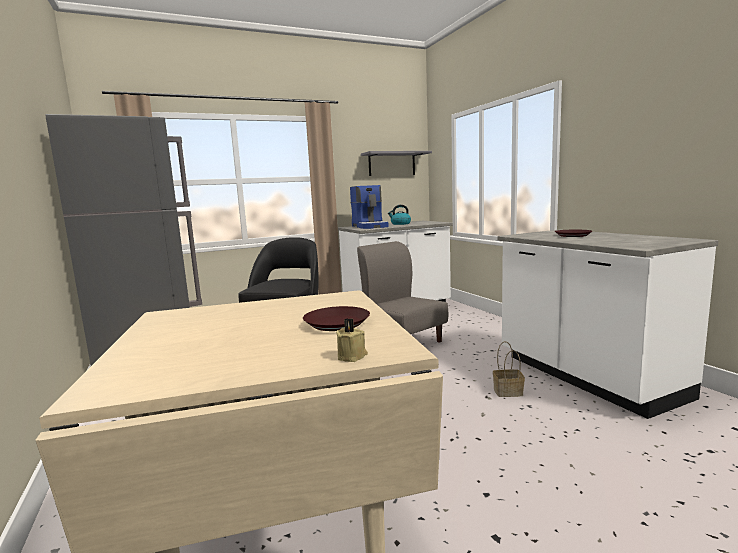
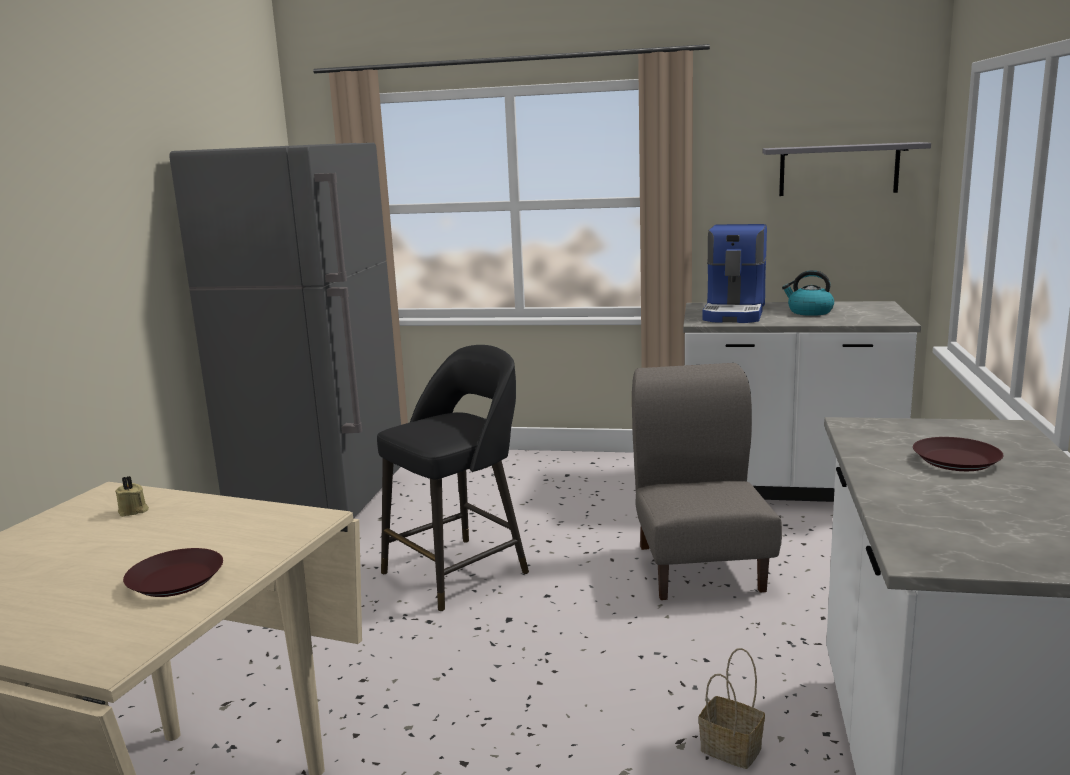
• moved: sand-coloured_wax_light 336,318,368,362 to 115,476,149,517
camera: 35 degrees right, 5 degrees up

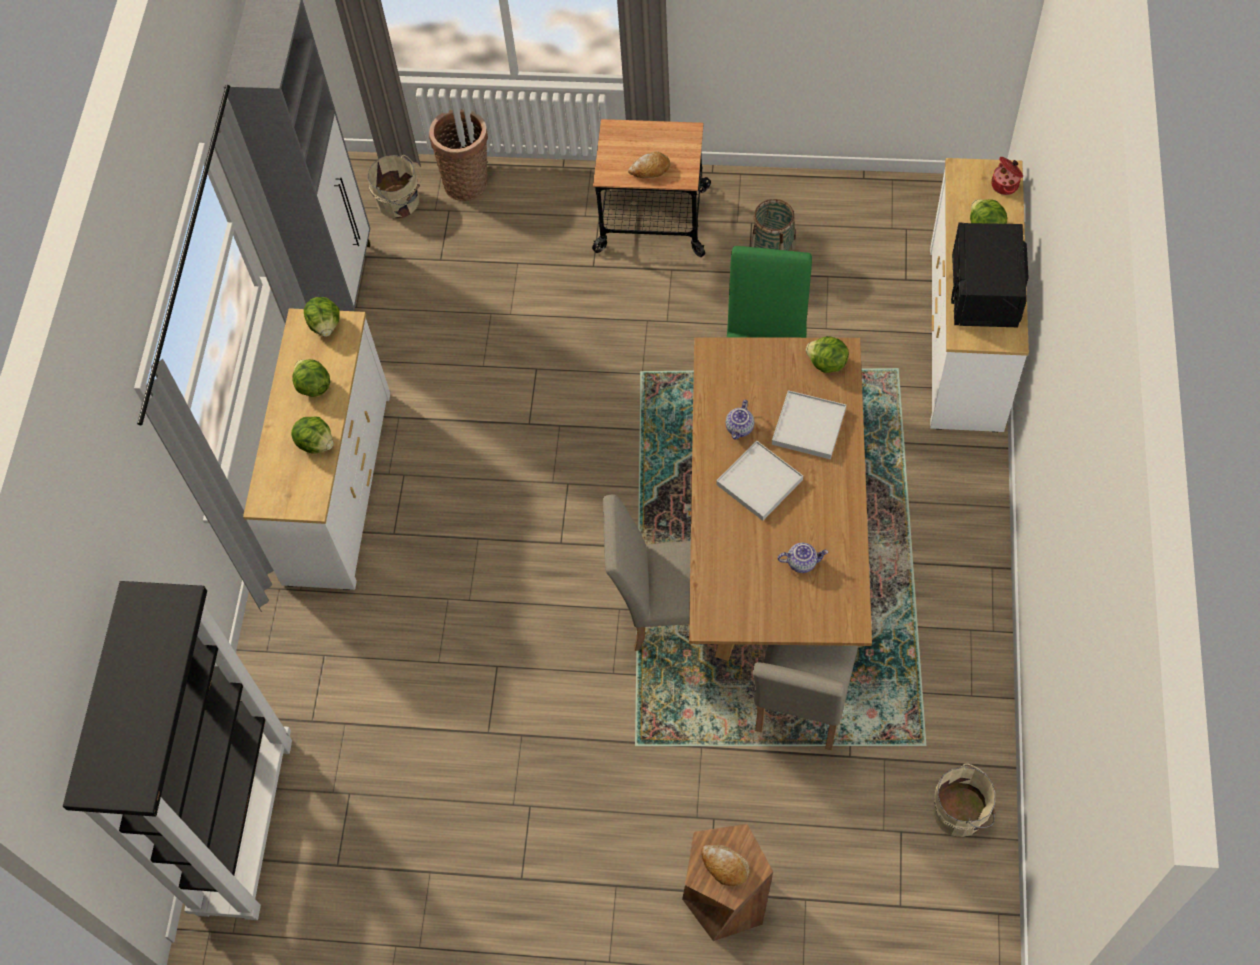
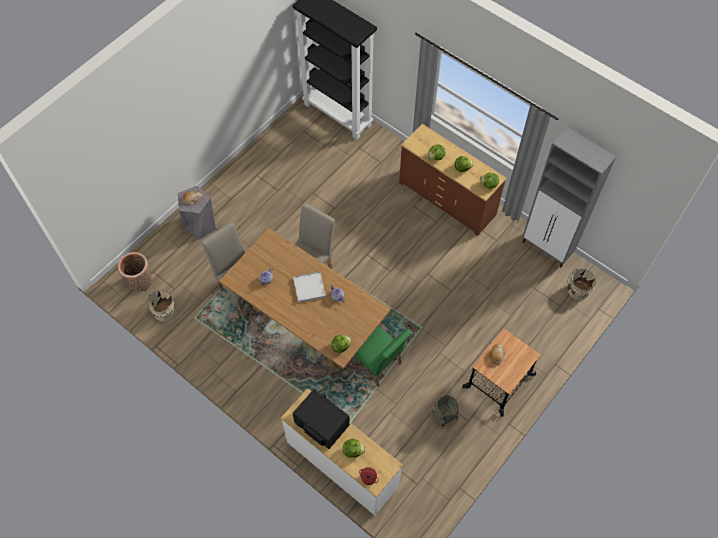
• moved: storage_basket 429,109,488,201 to 118,252,153,292
• recoloured: whitish_chest_of_drawers 243,308,390,590 to brownish_chest_of_drawers 399,124,507,236
• removed: whitish_serving_tray 772,390,846,459
• recoloured: brownish_stool_seat 682,824,773,941 to gray_stool_seat 178,186,216,240
camera: 120 degrees right, 0 degrees up

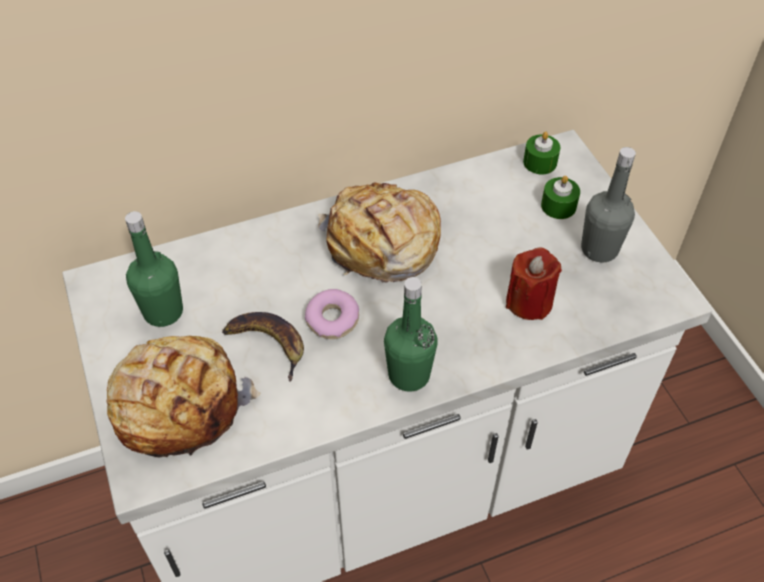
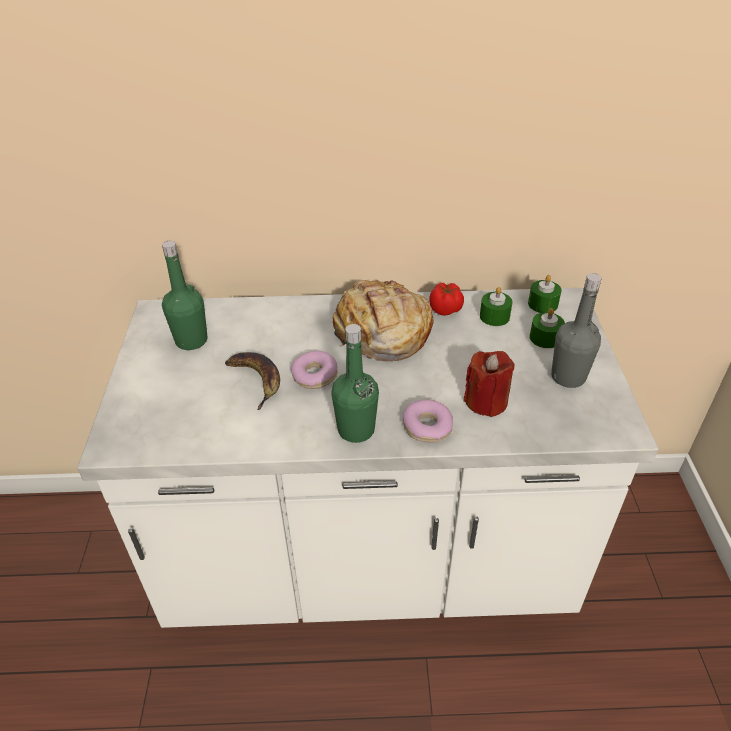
• removed: bread 106,336,260,458
• added: tomato 429,283,464,316
• added: green_wax_light 480,287,513,326
• added: donut 403,400,453,442
camera: 20 degrees right, 10 degrees down

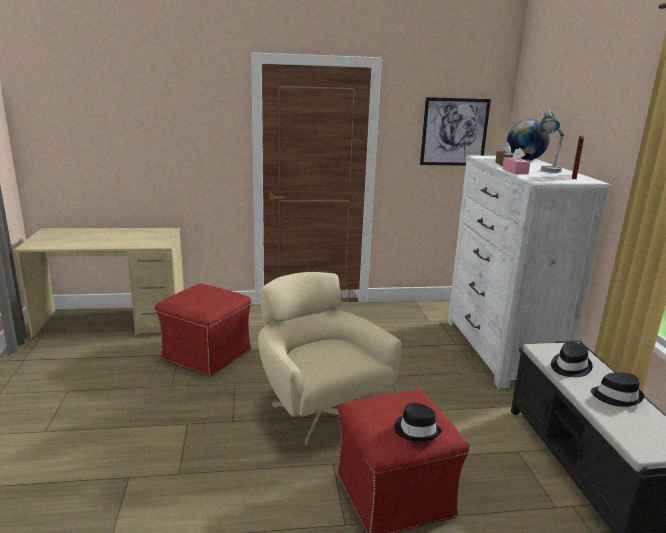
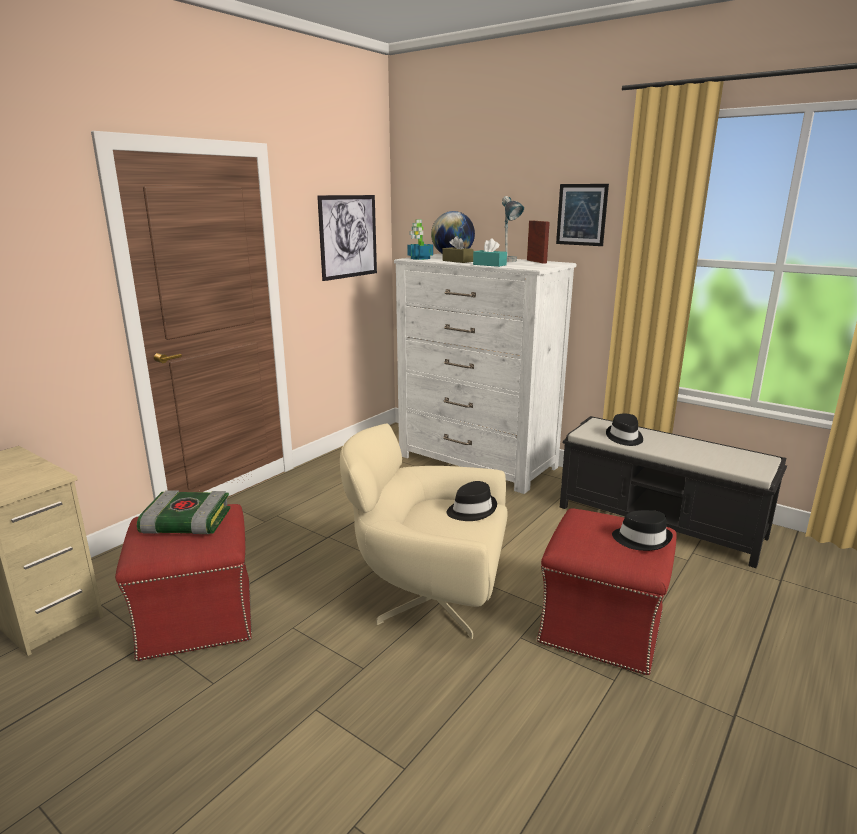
• recoloured: pink-coloured_box_of_tissues 502,148,530,174 to blue-green_box_of_tissues 473,238,507,267
• moved: black-coloured_hat 591,373,644,407 to 447,481,497,521
• added: picture 556,184,609,246
• added: potted_plant 407,219,433,260
• added: book 137,490,230,534
camera: 45 degrees left, 0 degrees up

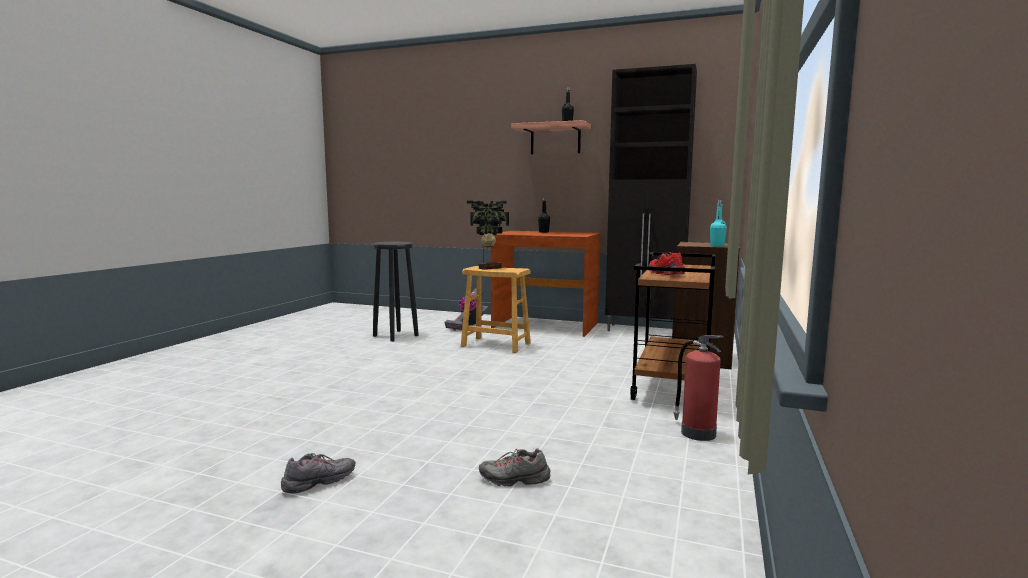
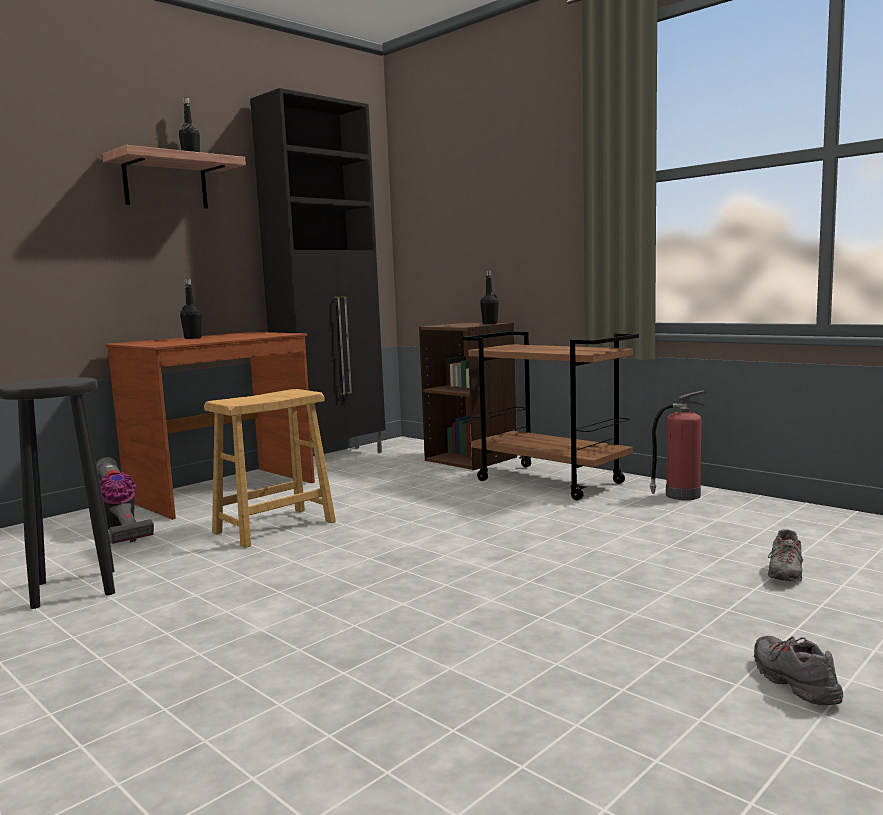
• recoloured: blue-green_bottle 710,200,727,247 to black-coloured_bottle 480,271,499,324
• removed: potted_plant 467,201,509,270
• removed: reddish_item_of_footwear 649,252,685,275
camera: 65 degrees left, 0 degrees up

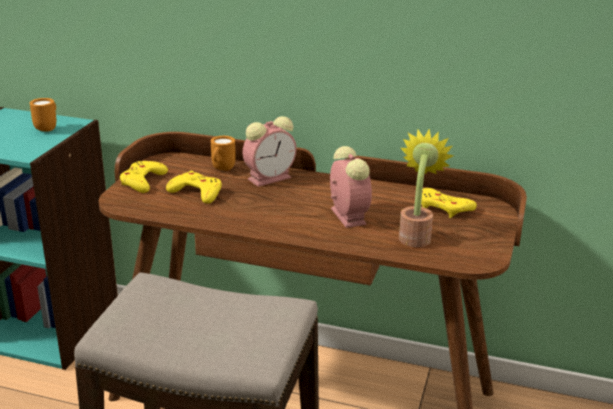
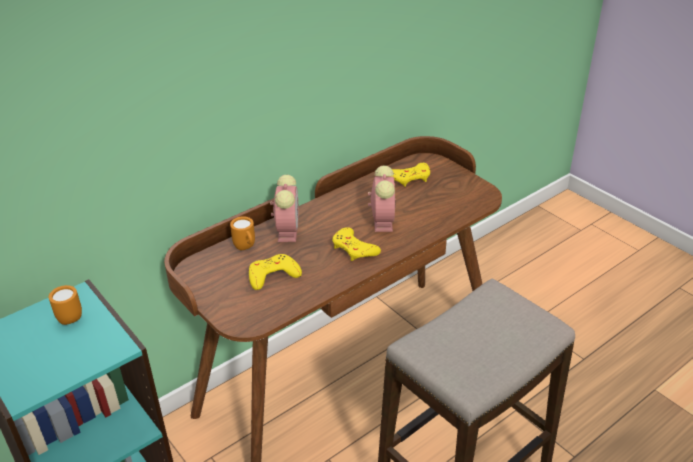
• removed: potted_plant 399,128,454,247
• turned: bedside_clock 330,146,372,228 = 368,165,396,232 75 degrees clockwise
• moved: yellowish_gamepad 120,161,168,193 to 332,227,381,261
camera: 55 degrees left, 10 degrees up

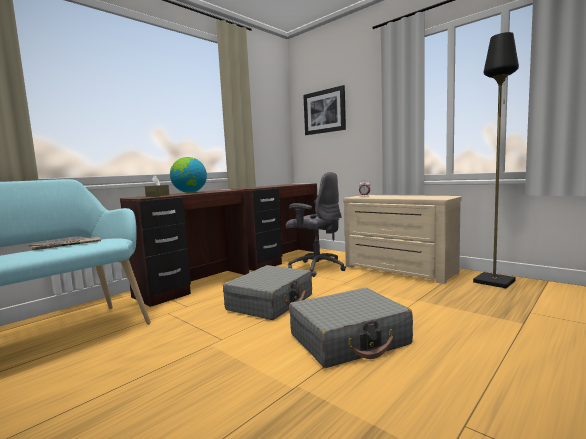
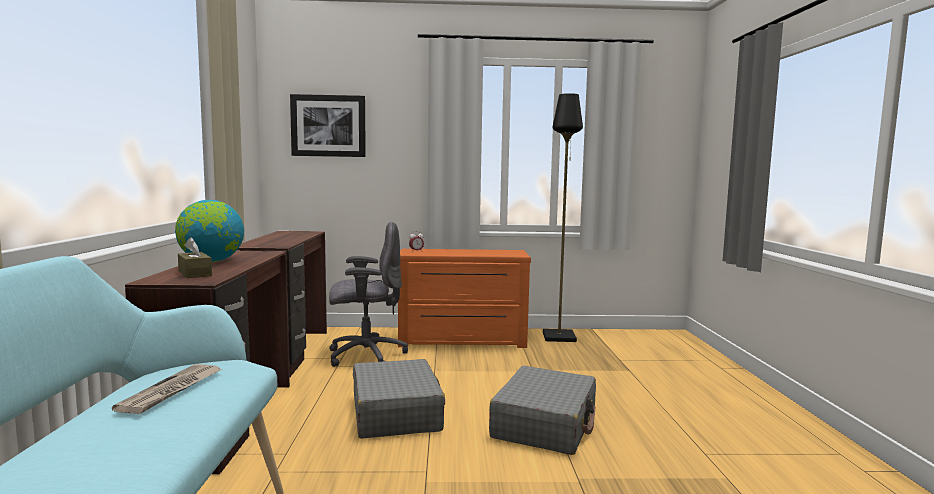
• recoloured: sand-coloured_chest_of_drawers 343,195,462,284 to orange-coloured_chest_of_drawers 398,249,531,348
camera: 45 degrees left, 0 degrees up

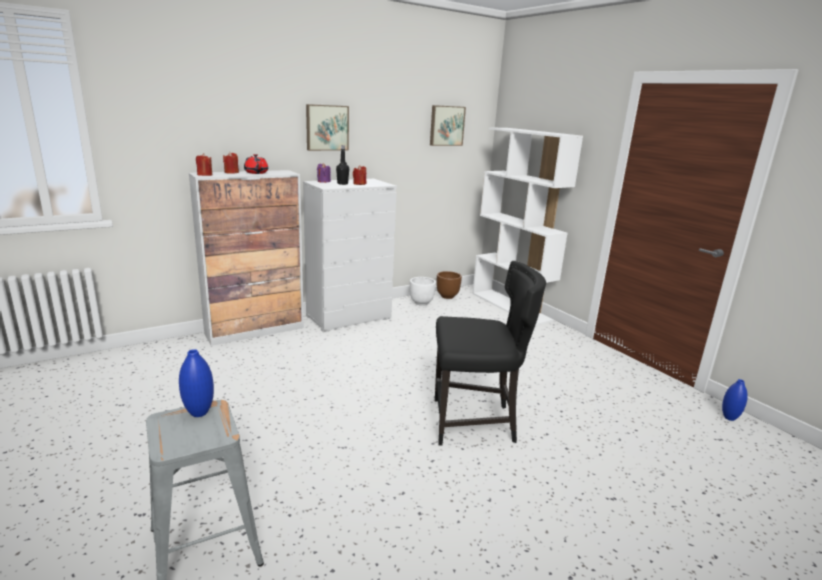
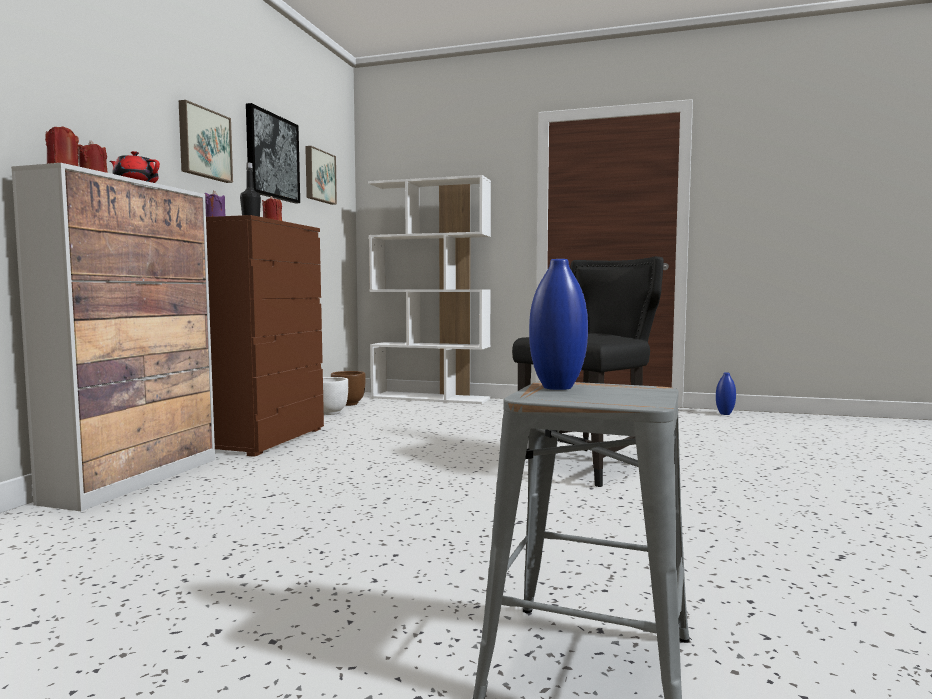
• recoloured: whitish_chest_of_drawers 303,179,397,332 to brownish_chest_of_drawers 206,215,324,457
• added: picture 246,103,300,203
camera: 40 degrees left, 15 degrees down

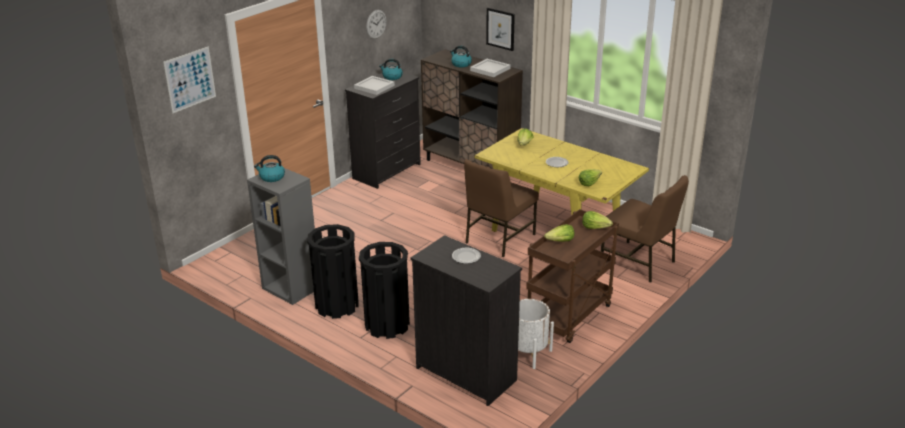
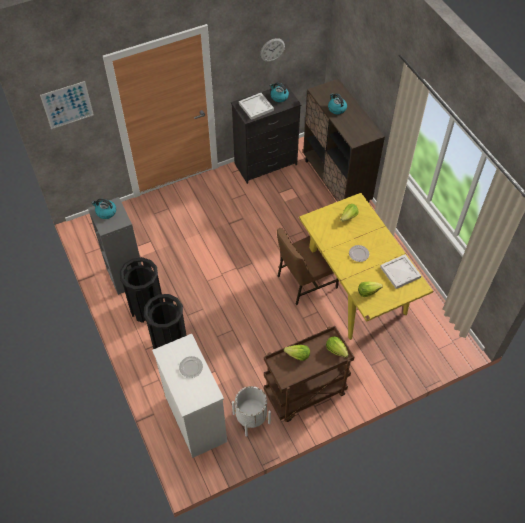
• removed: picture 486,8,515,51
• moved: whitish_serving_tray 470,59,511,77 to 380,254,421,289
• removed: brownish_upright_chair 601,175,689,283
• recoloured: black-coloured_chest_of_drawers 410,235,522,406 to whitish_chest_of_drawers 152,334,227,458
camera: 25 degrees right, 25 degrees up

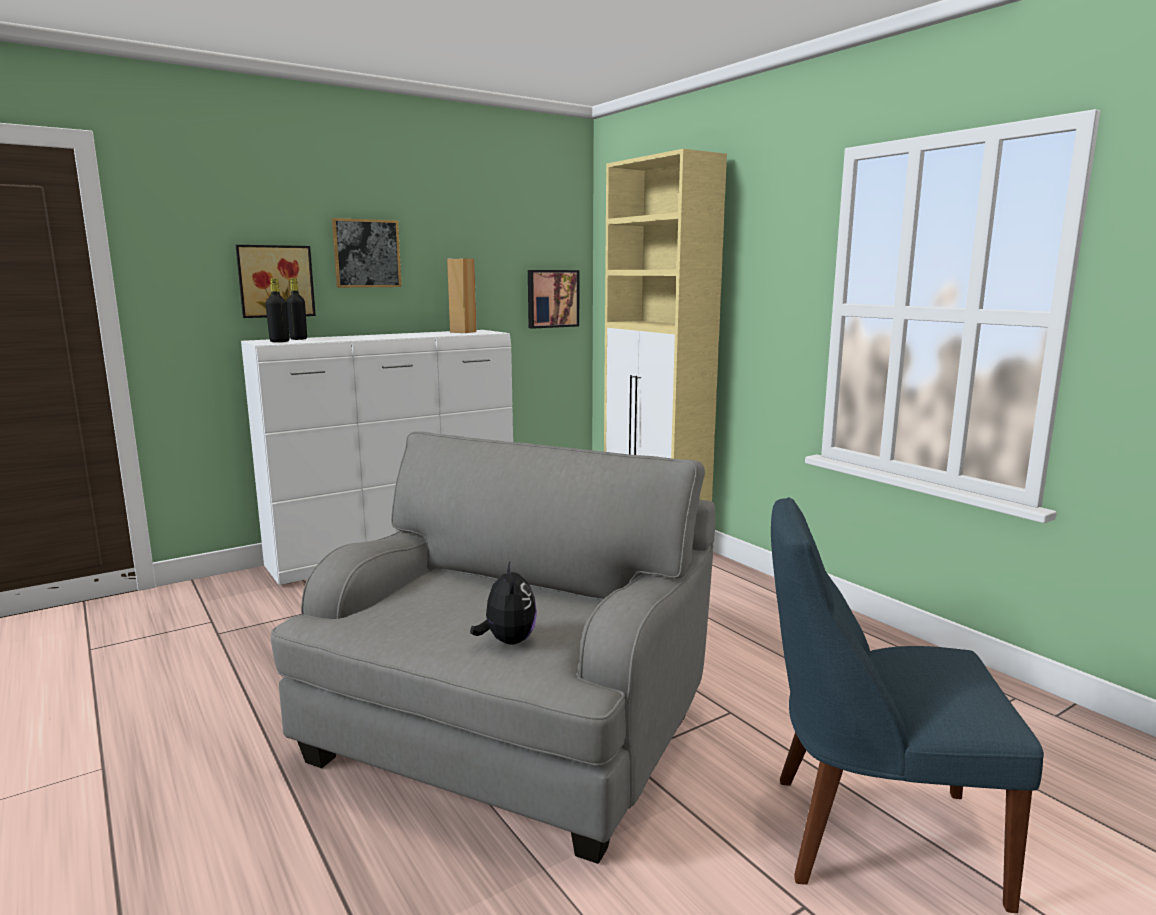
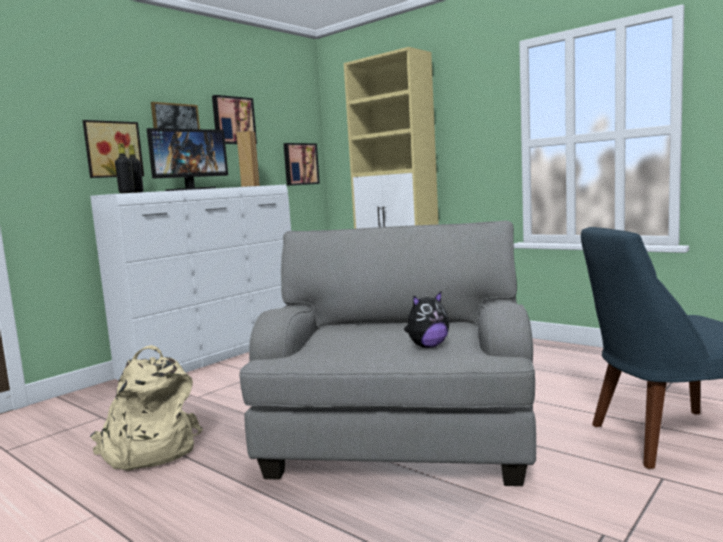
• turned: soft_toy 470,562,537,644 = 404,292,449,348 90 degrees clockwise
• added: picture 212,95,257,144
• added: computer_screen 147,128,228,191
• added: sand-coloured_rucksack 90,345,203,471
camera: 15 degrees left, 5 degrees down

